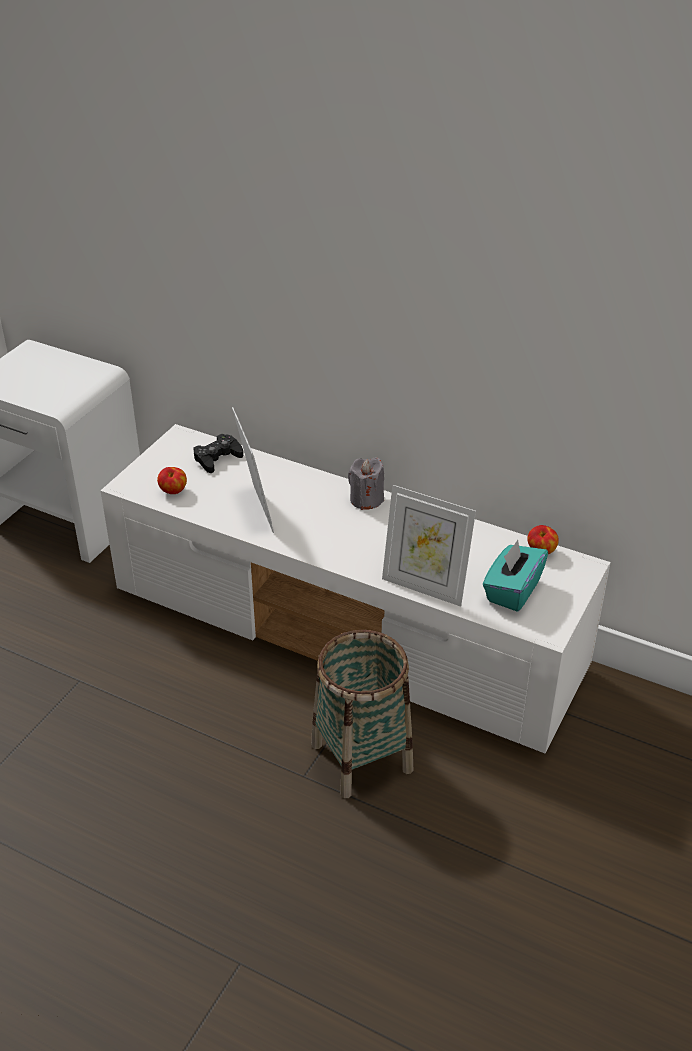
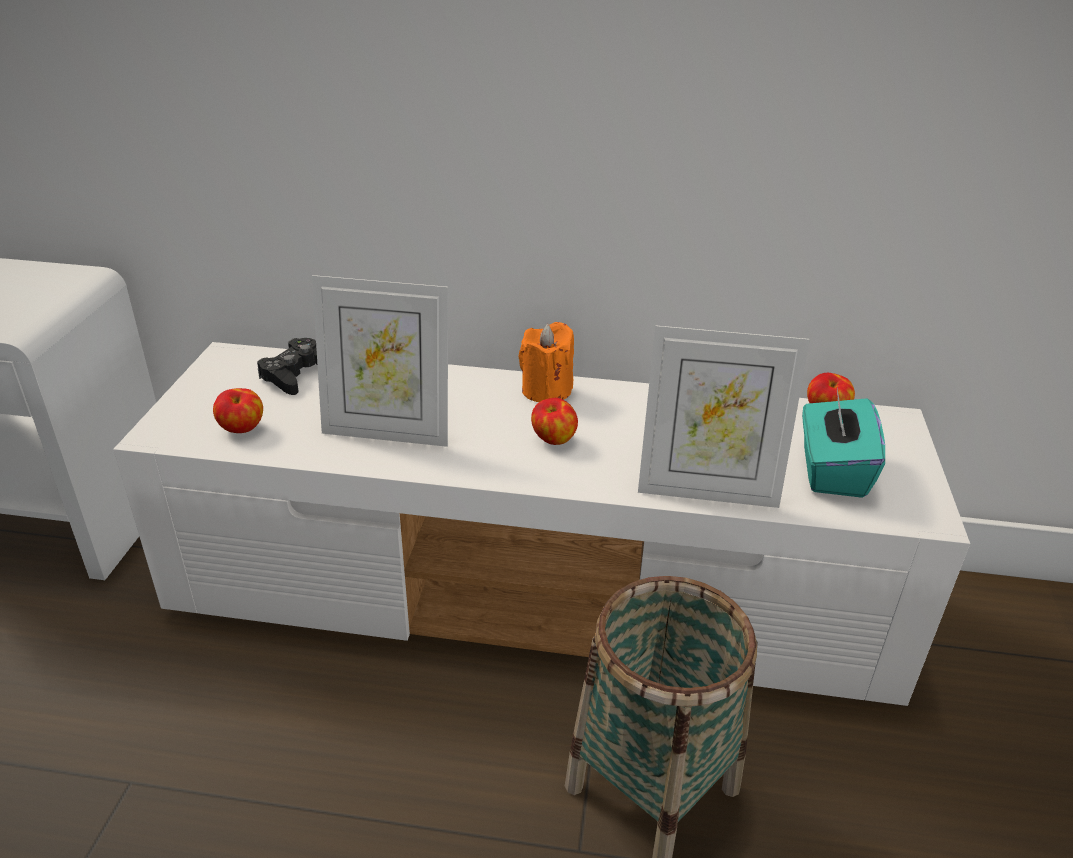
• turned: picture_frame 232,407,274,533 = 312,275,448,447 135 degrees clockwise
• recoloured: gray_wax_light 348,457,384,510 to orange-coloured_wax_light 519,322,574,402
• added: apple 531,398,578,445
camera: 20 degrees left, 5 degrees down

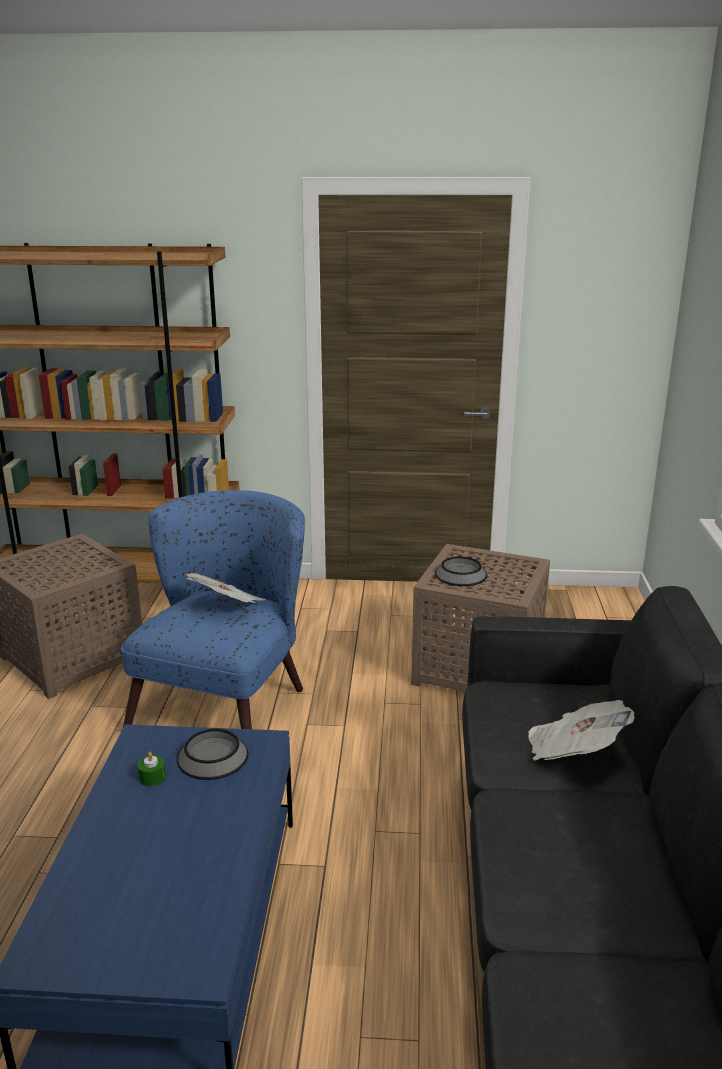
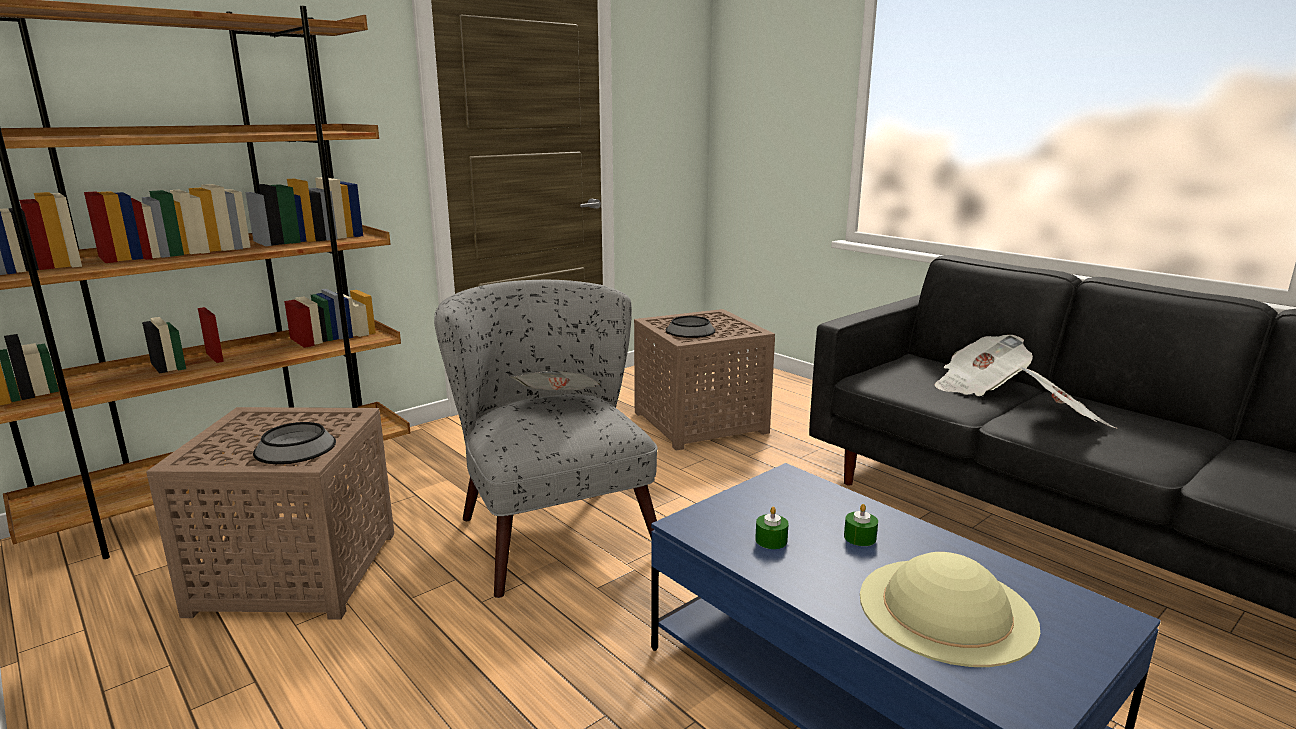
• recoloured: blue_lounge_chair 120,490,305,729 to gray_lounge_chair 434,280,658,598
• moved: serving_bowl 177,729,249,780 to 253,422,336,464
• added: printed_paper 1017,366,1118,429
• added: green_wax_light 844,504,878,546
• added: sand-coloured_hat 860,552,1040,667
camera: 45 degrees left, 5 degrees down

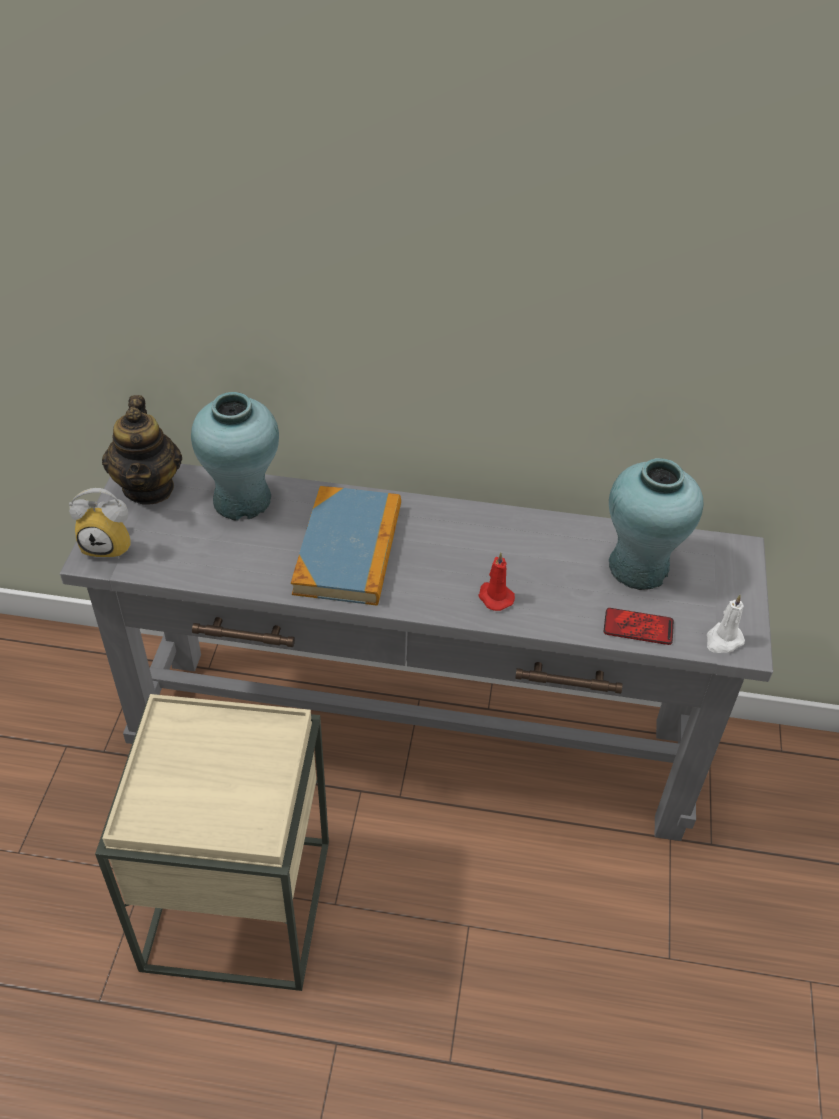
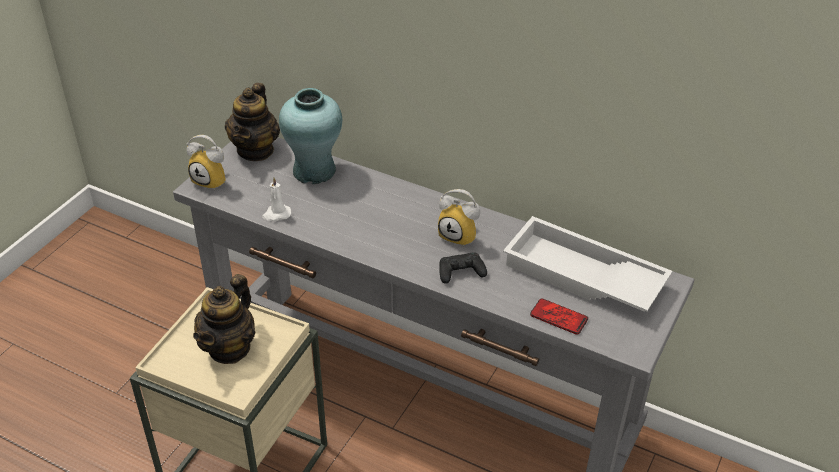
• replaced: blue-green_decorative_vase 609,458,703,590 to whitish_serving_tray 503,216,672,312
• removed: book 291,486,401,606
• replaced: reddish_wax_light 478,552,515,611 to black-coloured_gamepad 439,252,487,284
• moved: whitish_wax_light 707,595,745,653 to 262,177,292,221
• added: bedside_clock 438,189,480,248
• added: tea_pot 193,274,255,364
camera: 20 degrees right, 5 degrees down

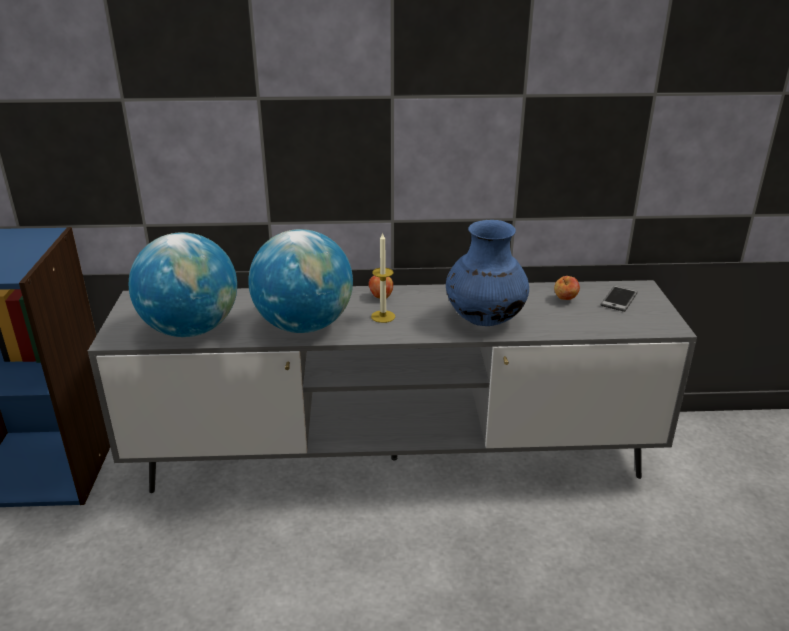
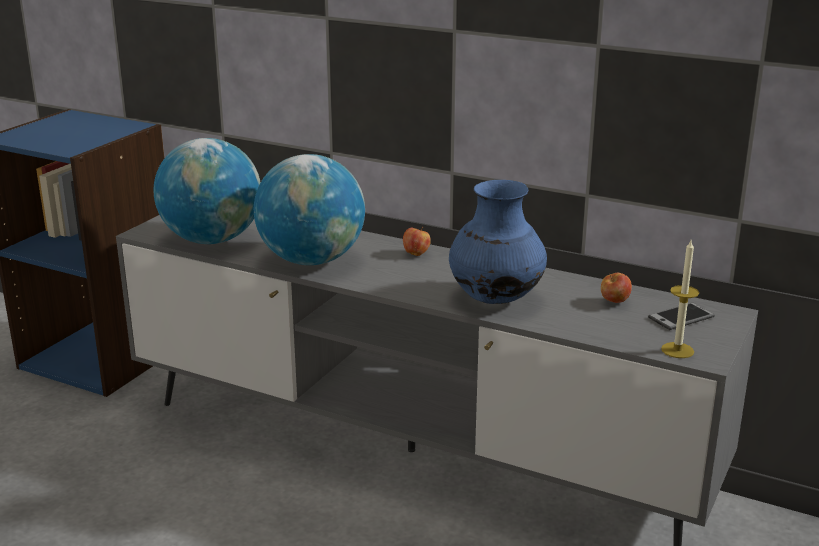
• moved: wax_light 371,232,395,323 to 661,240,699,358
camera: 30 degrees right, 5 degrees down

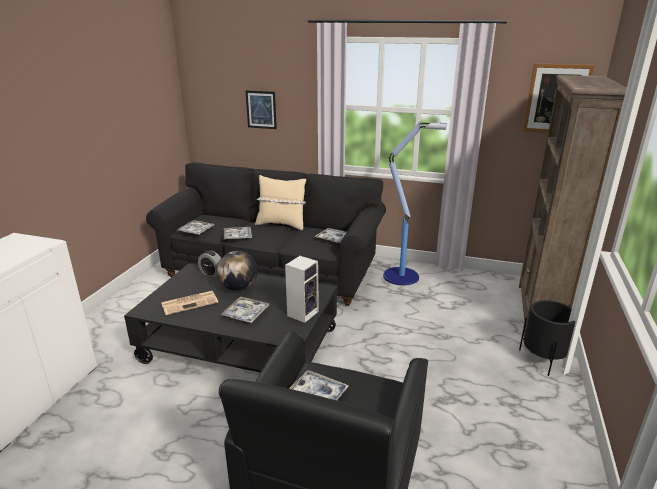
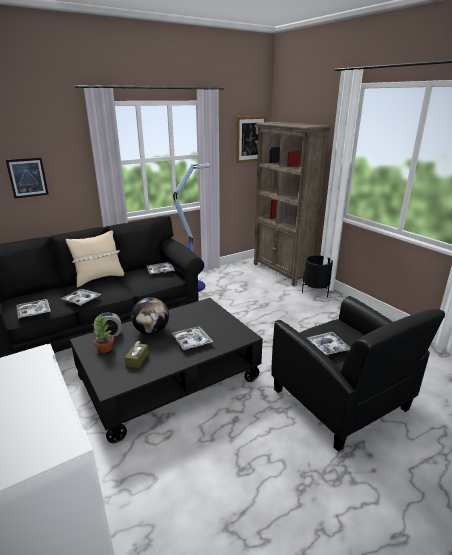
• removed: speaker 285,256,319,323
• replaced: printed_paper 161,291,218,315 to brownish_box_of_tissues 125,341,149,368
• added: potted_plant 93,314,114,353
camera: 50 degrees left, 0 degrees up

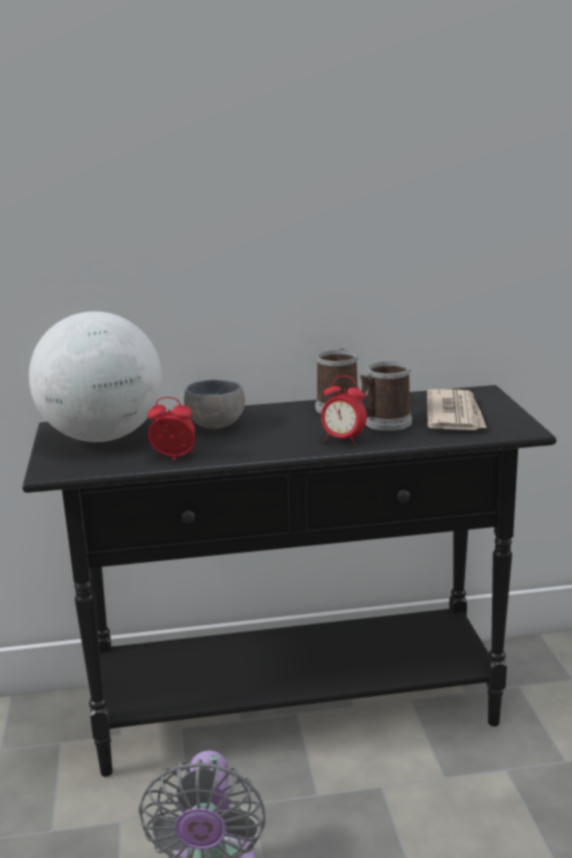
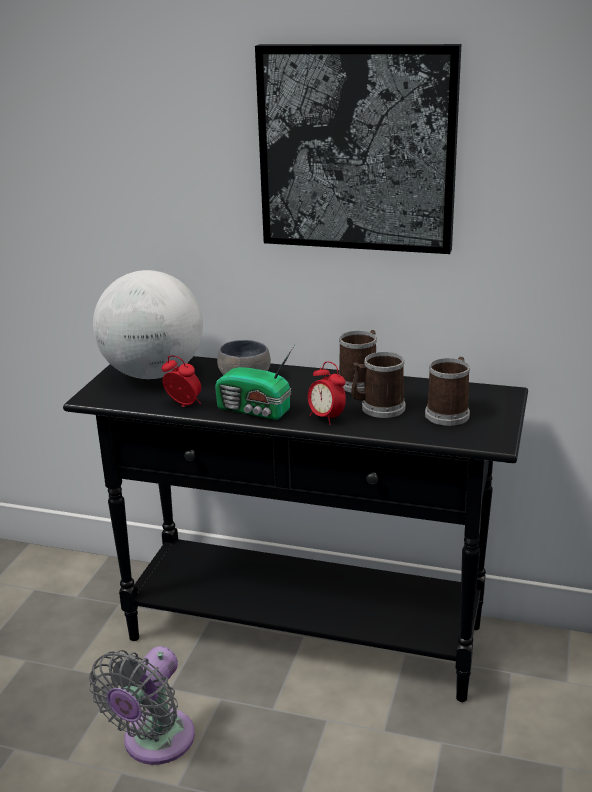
• replaced: printed_paper 427,389,487,430 to mug 425,357,470,426
• added: picture 255,44,461,254
• added: radio_set 215,345,294,420
camera: 25 degrees right, 5 degrees up

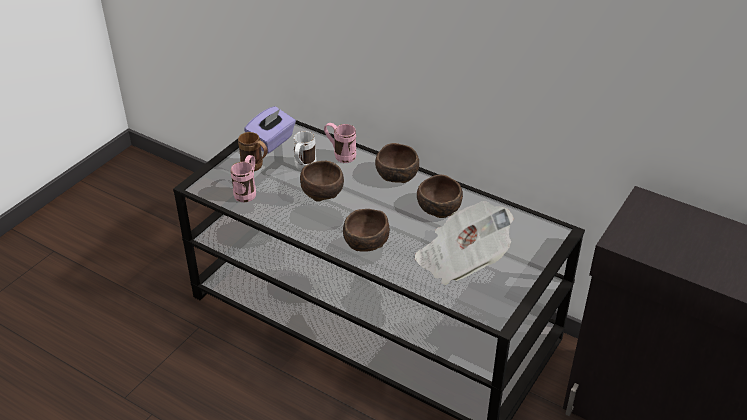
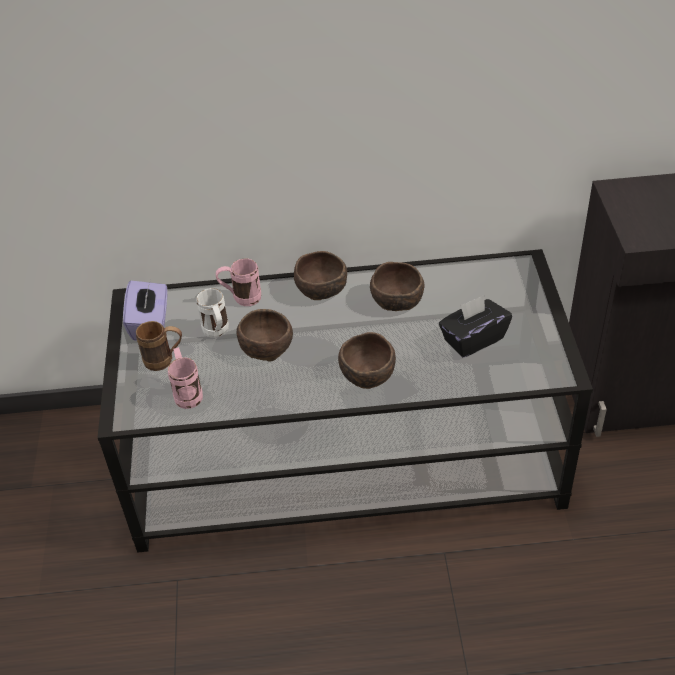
• replaced: printed_paper 415,201,514,285 to black-coloured_box_of_tissues 439,295,512,358
camera: 35 degrees left, 5 degrees up

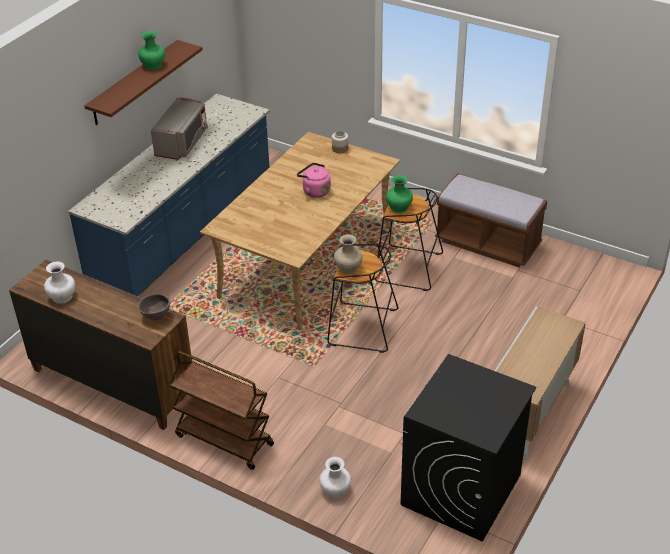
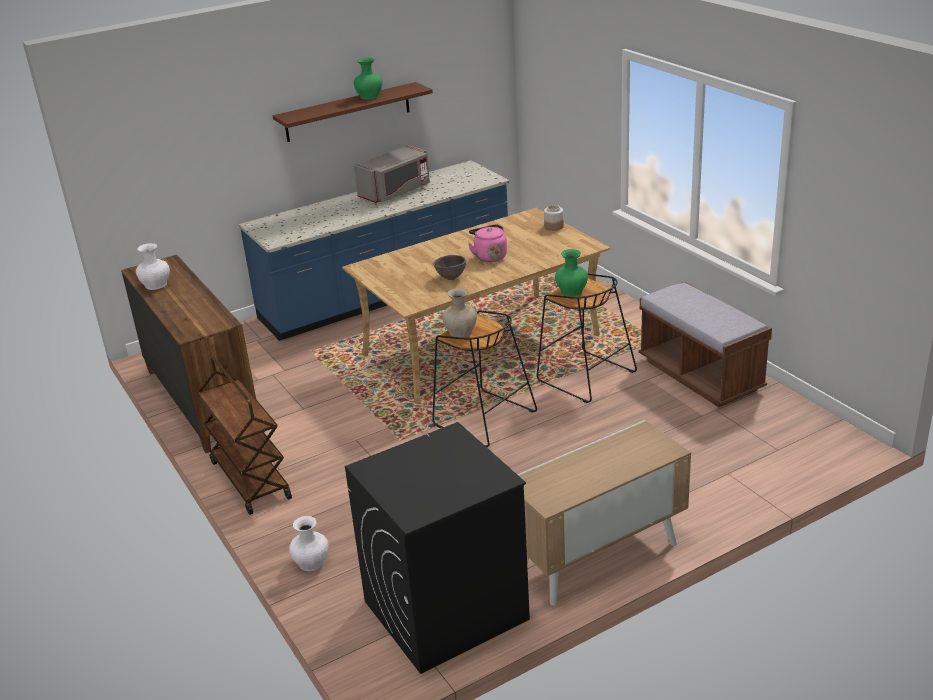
• moved: brownish_serving_bowl 138,294,171,320 to 433,255,467,280
camera: 30 degrees right, 10 degrees down

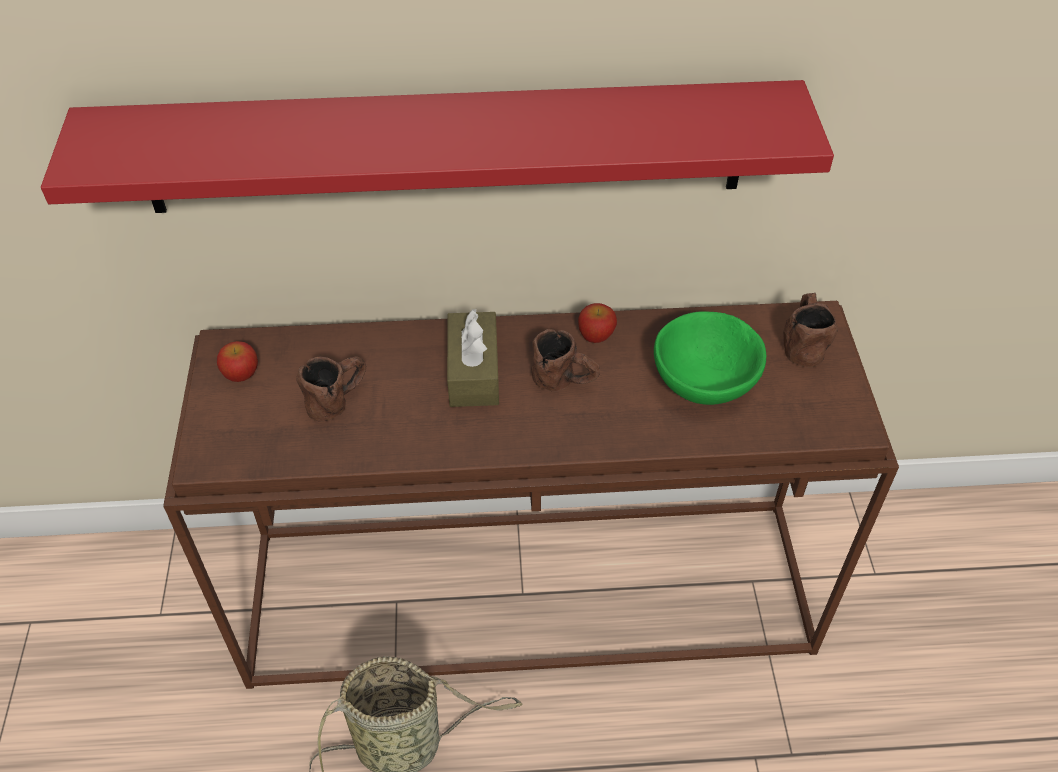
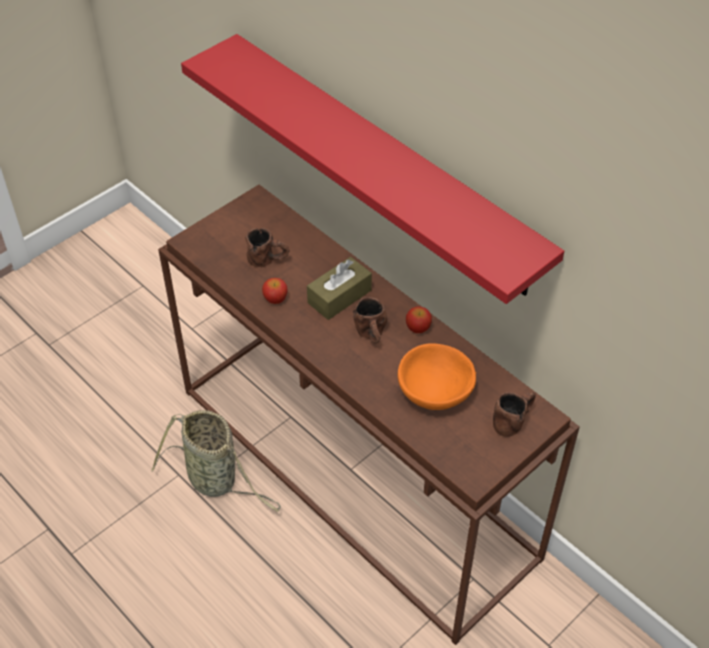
• recoloured: green_serving_bowl 654,311,766,405 to orange-coloured_serving_bowl 398,343,476,410
• moved: apple 217,341,258,382 to 262,278,288,304
camera: 50 degrees right, 0 degrees up

